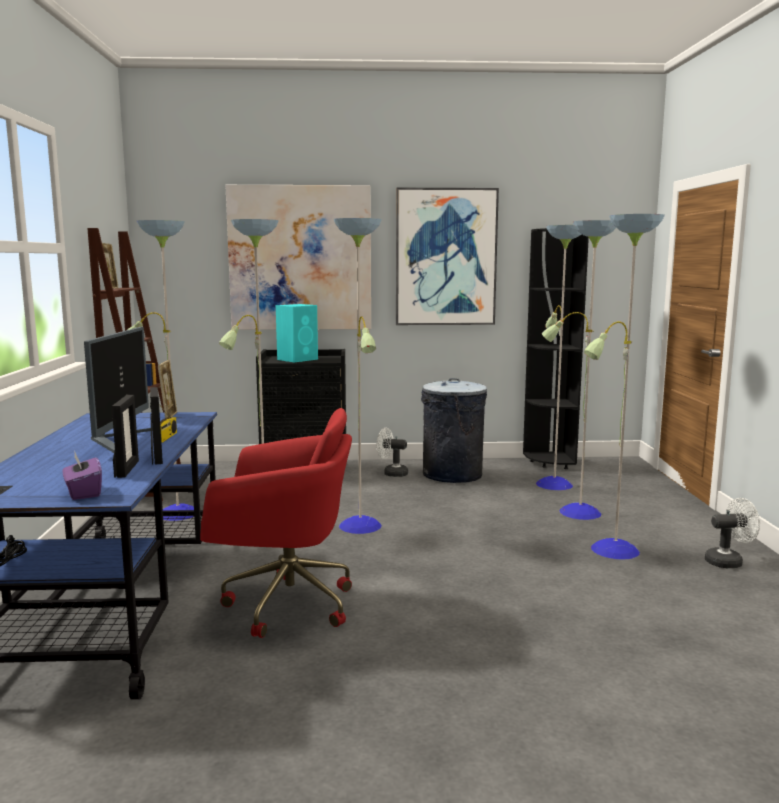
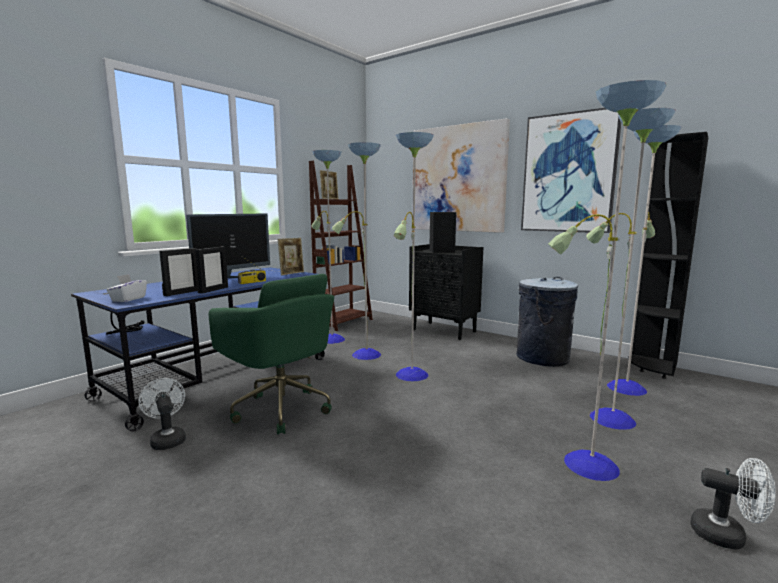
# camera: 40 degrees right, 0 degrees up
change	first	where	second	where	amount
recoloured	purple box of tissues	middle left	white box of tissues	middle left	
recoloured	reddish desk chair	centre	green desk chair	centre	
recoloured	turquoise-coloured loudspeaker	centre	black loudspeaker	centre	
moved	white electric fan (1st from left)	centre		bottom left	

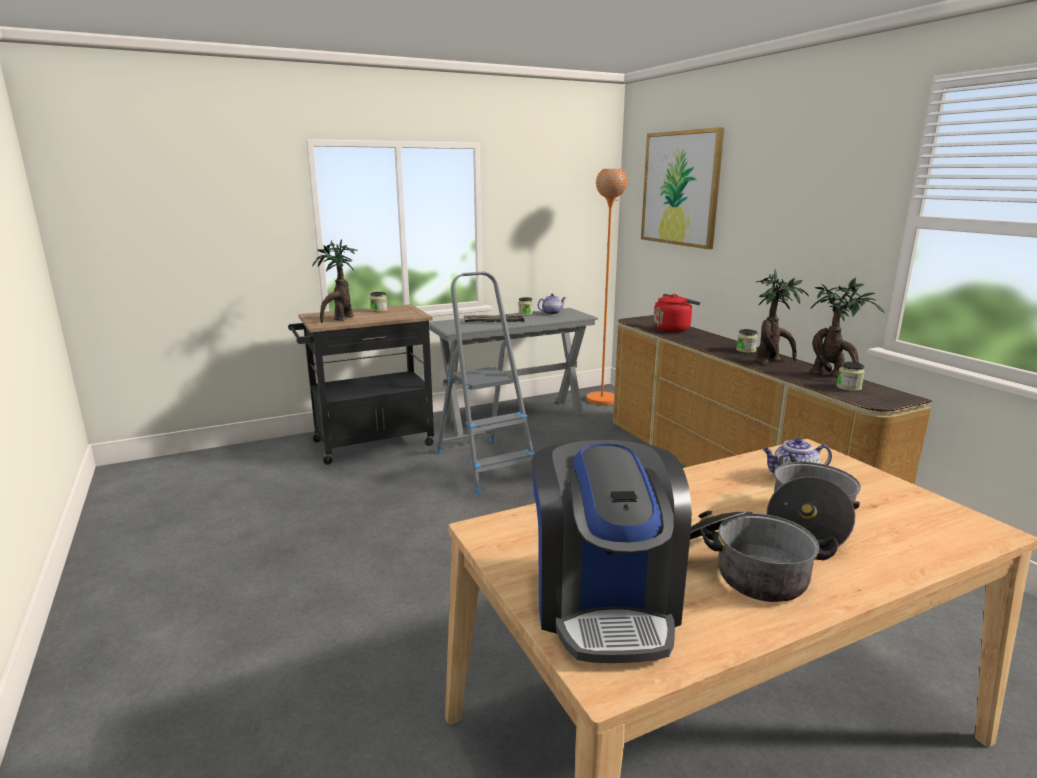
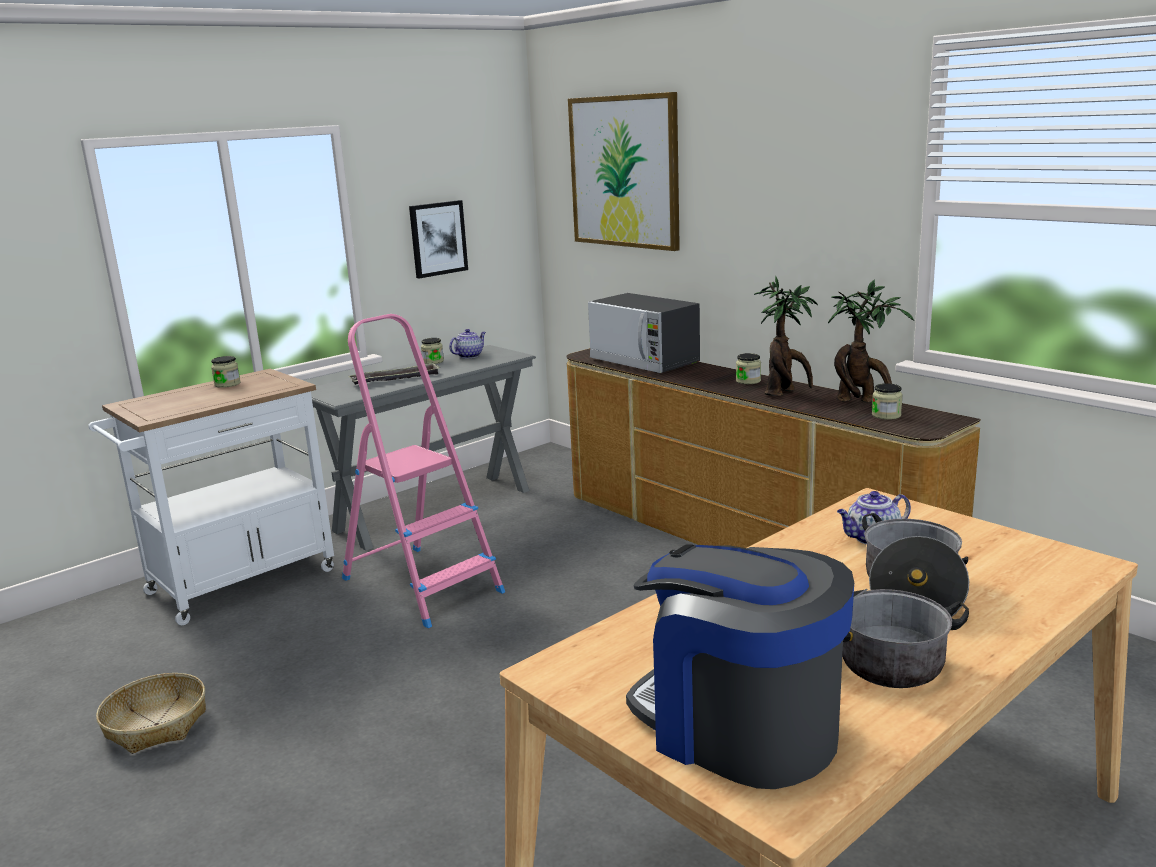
# camera: 15 degrees left, 0 degrees up
change	first	where	second	where	amount
recoloured	black cart	centre	white cart	middle left	
removed	potted plant (1st from left)	middle left			
recoloured	grey step stool	centre	pinkish step stool	centre	
turned	coffee machine	bottom centre		bottom centre	150 degrees clockwise
removed	orange standard lamp	centre			
replaced	reddish water kettle	centre	kitchen microwave	centre	
added			basket	bottom left	
added			picture (1st from left)	top centre	

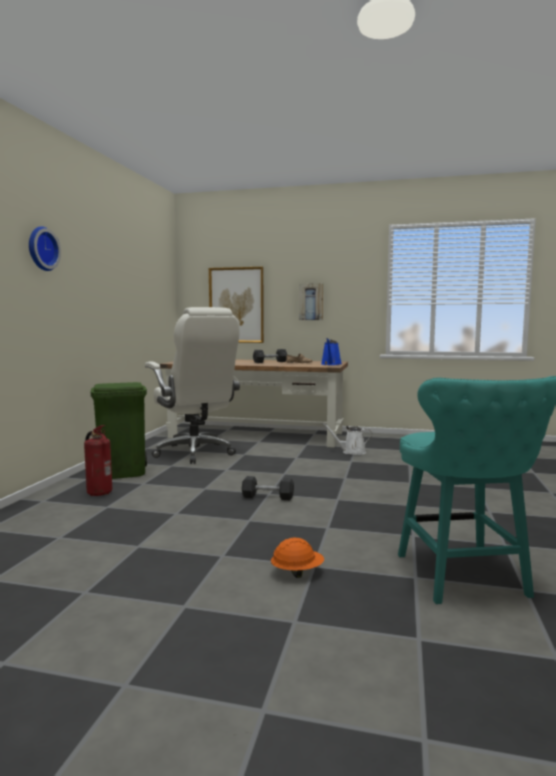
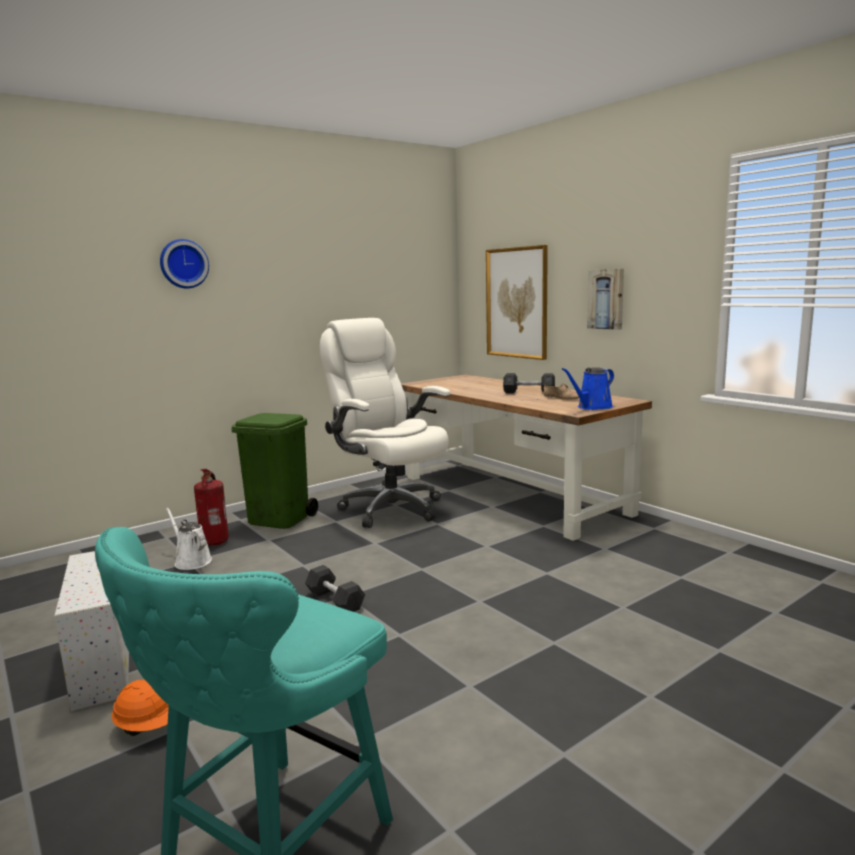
# camera: 40 degrees right, 5 degrees up
change	first	where	second	where	amount
turned	white desk chair	centre		centre	135 degrees clockwise
moved	white sprinkling can	centre		middle left	
added			white storage container	bottom left	

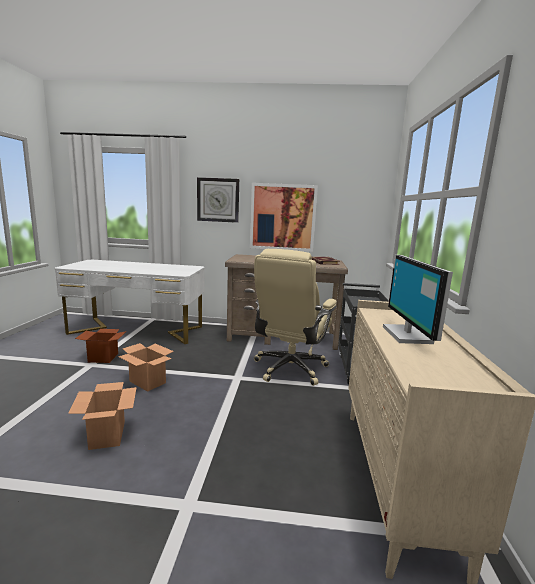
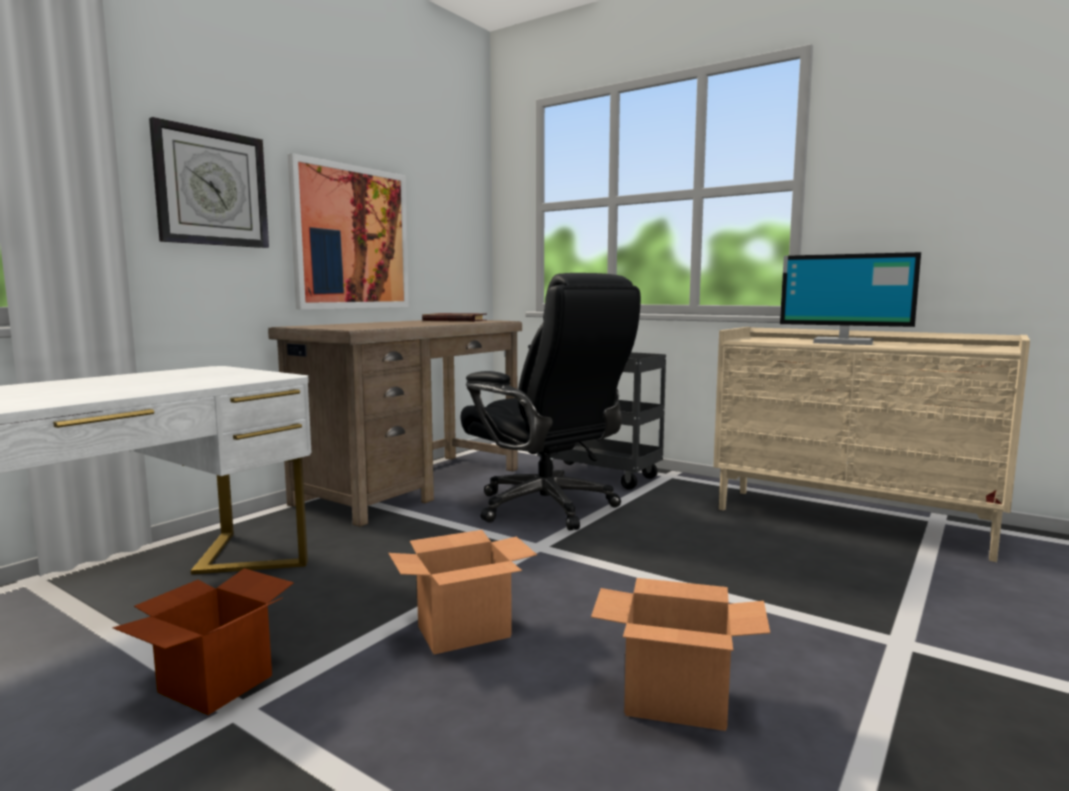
# camera: 60 degrees left, 5 degrees down
change	first	where	second	where	amount
recoloured	beige-coloured desk chair	centre	black desk chair	centre	

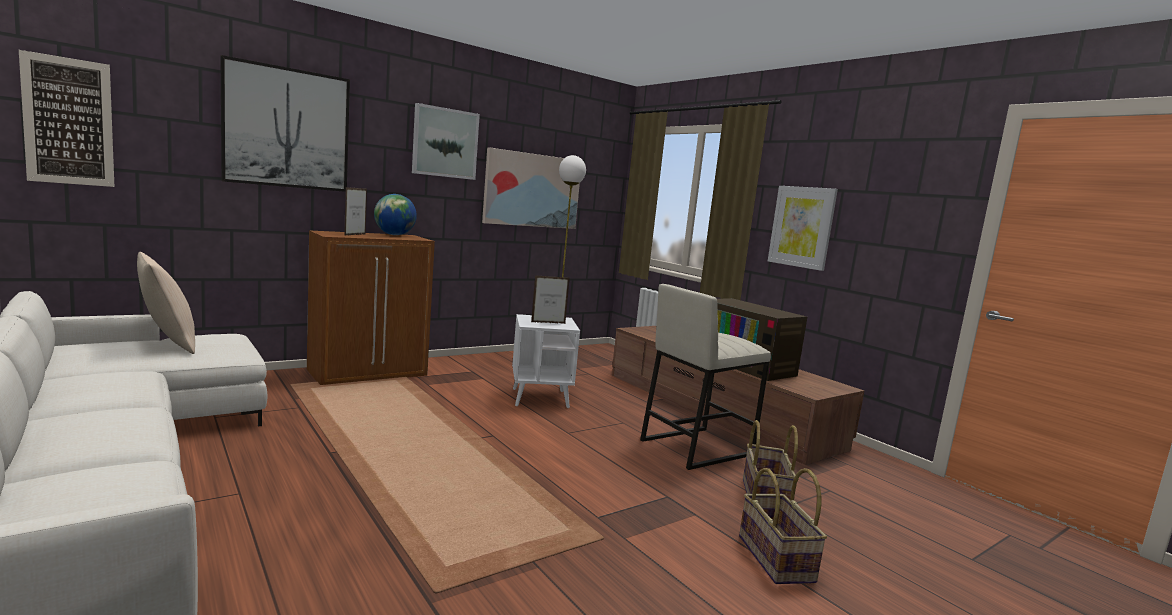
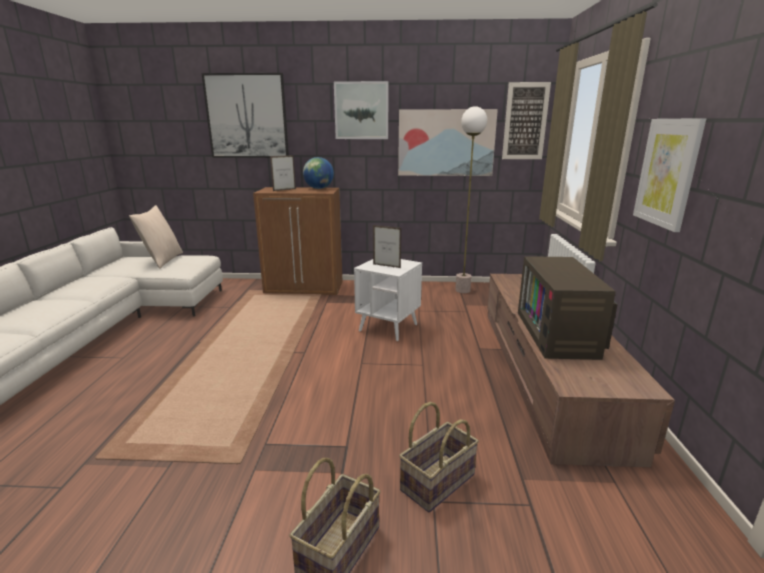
# camera: 40 degrees right, 10 degrees up
change	first	where	second	where	amount
moved	picture (1st from left in the first image)	top left	picture (4th from left)	top right	
removed	beige-coloured stool seat	centre			

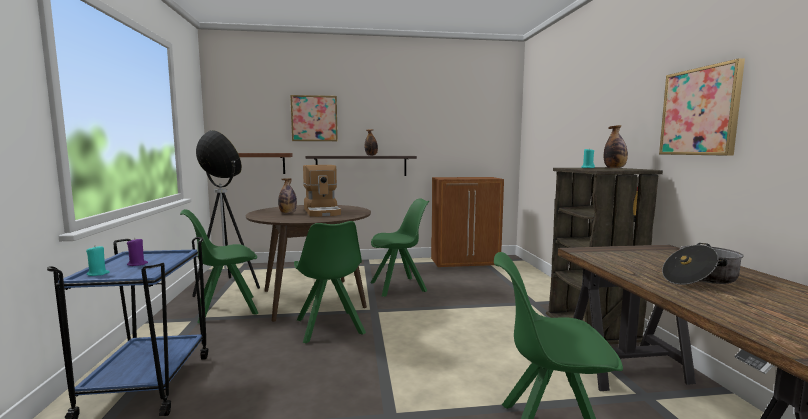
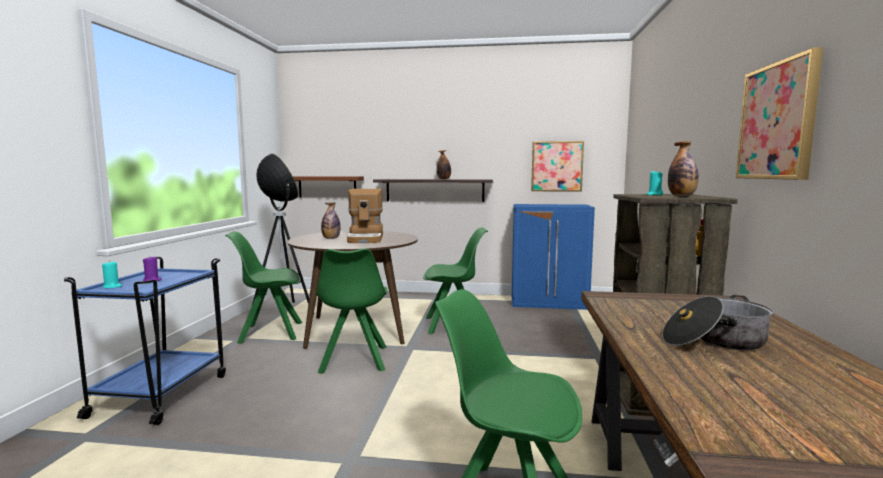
# camera: 15 degrees right, 0 degrees up
change	first	where	second	where	amount
moved	picture (1st from left)	top centre		centre	
recoloured	brown-coloured cupboard	centre	blue-coloured cupboard	centre	

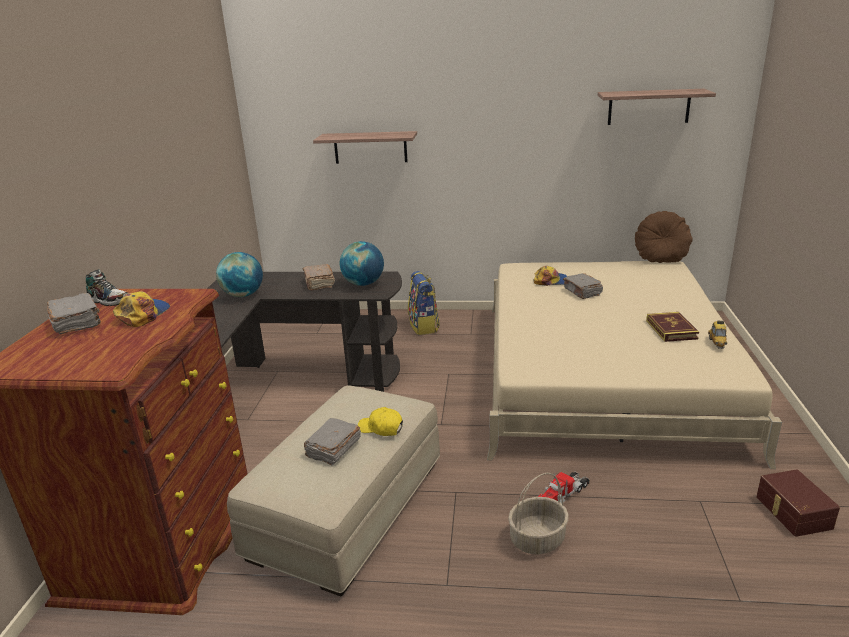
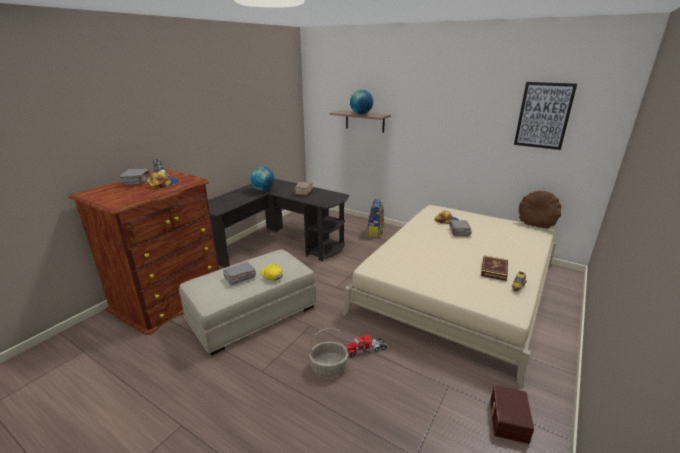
# camera: 25 degrees right, 0 degrees up
change	first	where	second	where	amount
moved	desk globe (2nd from left)	centre		top centre	
replaced	shelf (2nd from left)	top right	picture	top right	

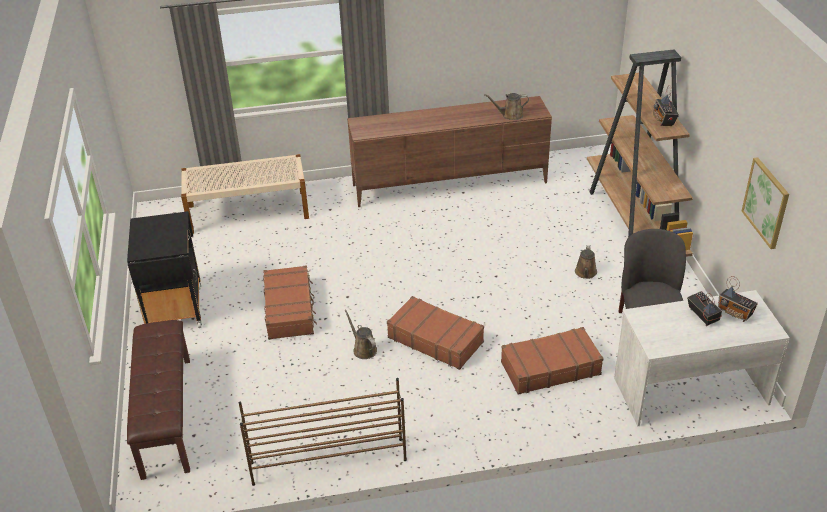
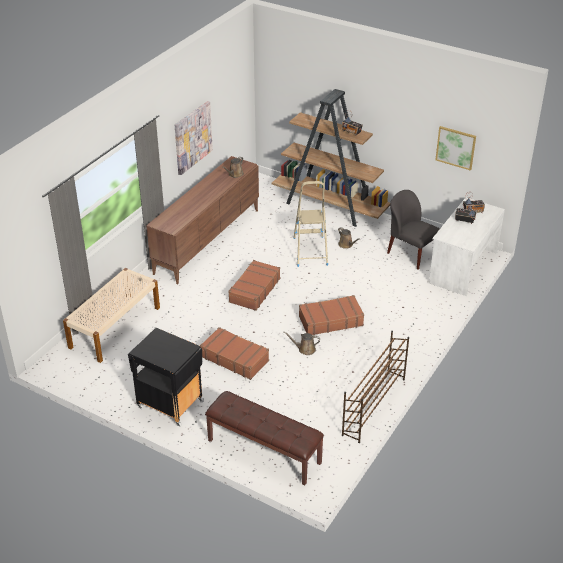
# camera: 50 degrees left, 0 degrees up
change	first	where	second	where	amount
moved	brown-coloured suitcase (3rd from left in the first image)	bottom right	brown-coloured suitcase (2nd from left)	centre	
added			picture (1st from left)	top centre	
added			beige-coloured step stool	centre	

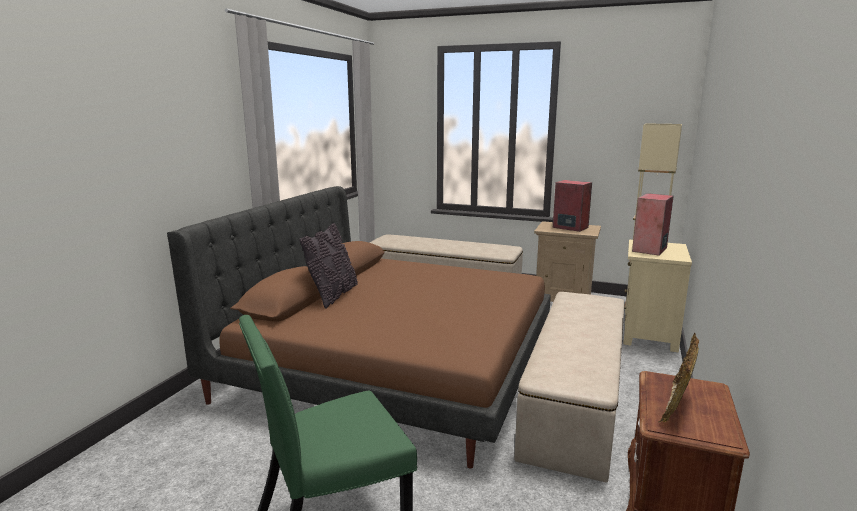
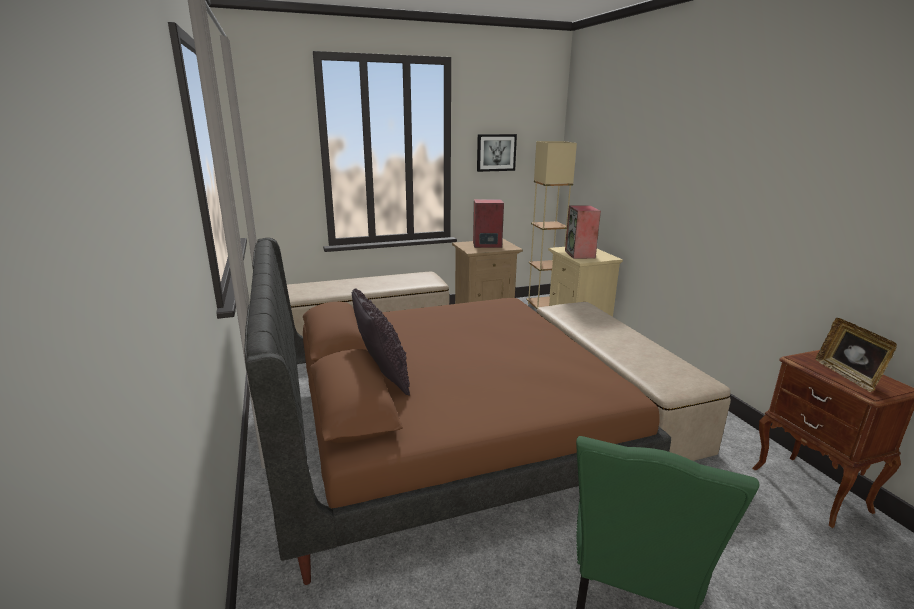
# camera: 40 degrees left, 5 degrees up
change	first	where	second	where	amount
added			picture	top centre	

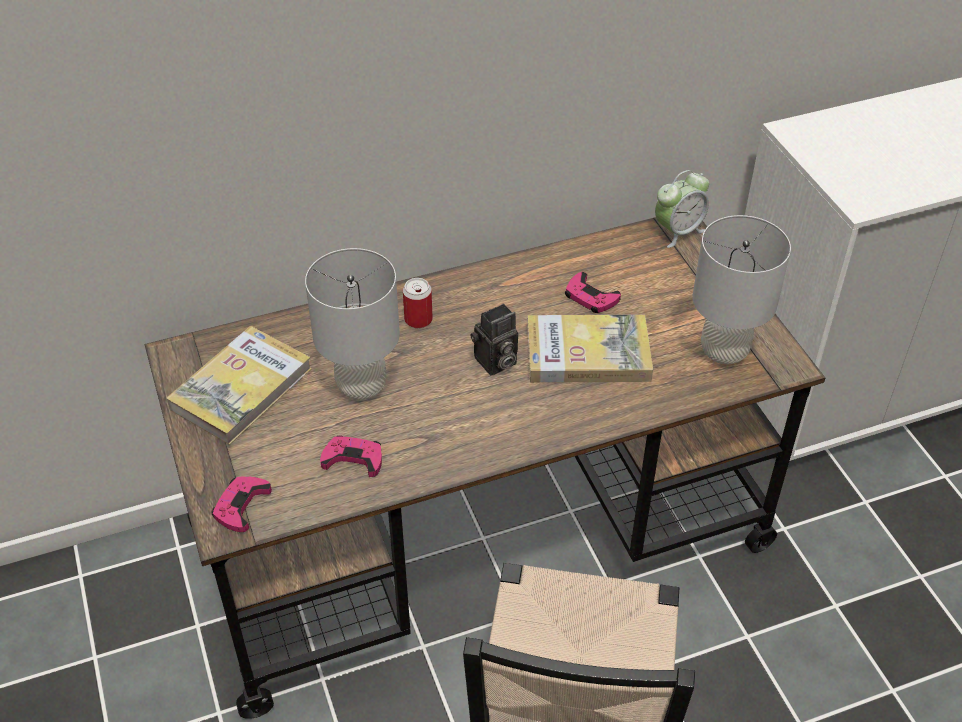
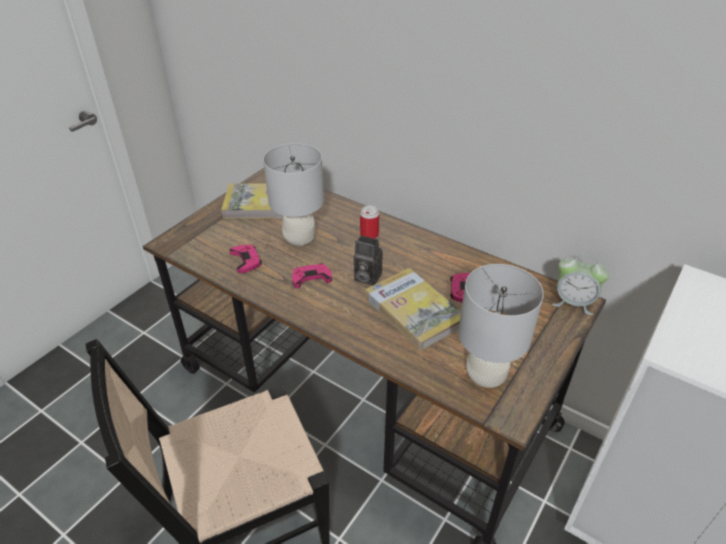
# camera: 55 degrees right, 5 degrees down
change	first	where	second	where	amount
moved	pinkish game controller (1st from left in the first image)	bottom left	pinkish game controller (2nd from left)	centre	

